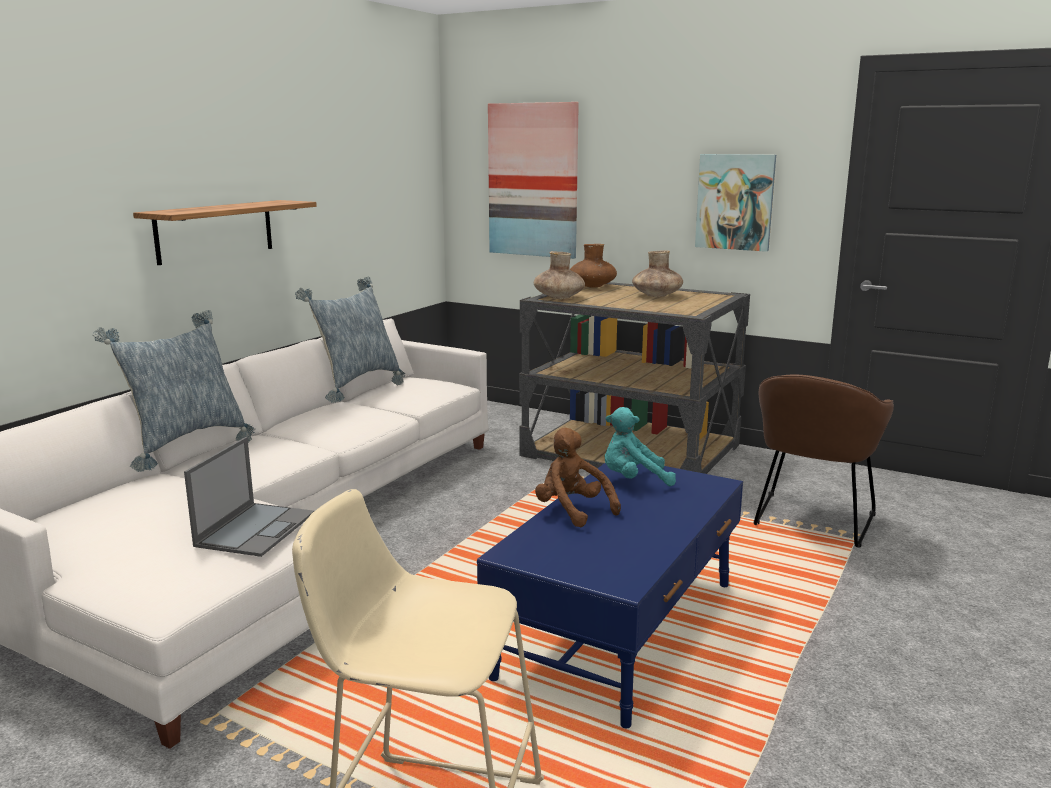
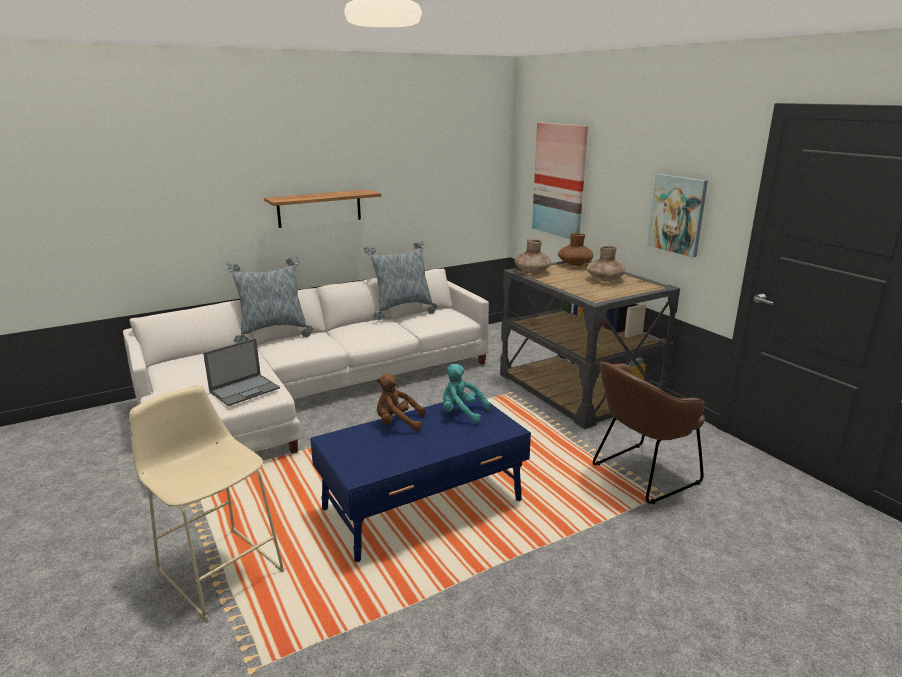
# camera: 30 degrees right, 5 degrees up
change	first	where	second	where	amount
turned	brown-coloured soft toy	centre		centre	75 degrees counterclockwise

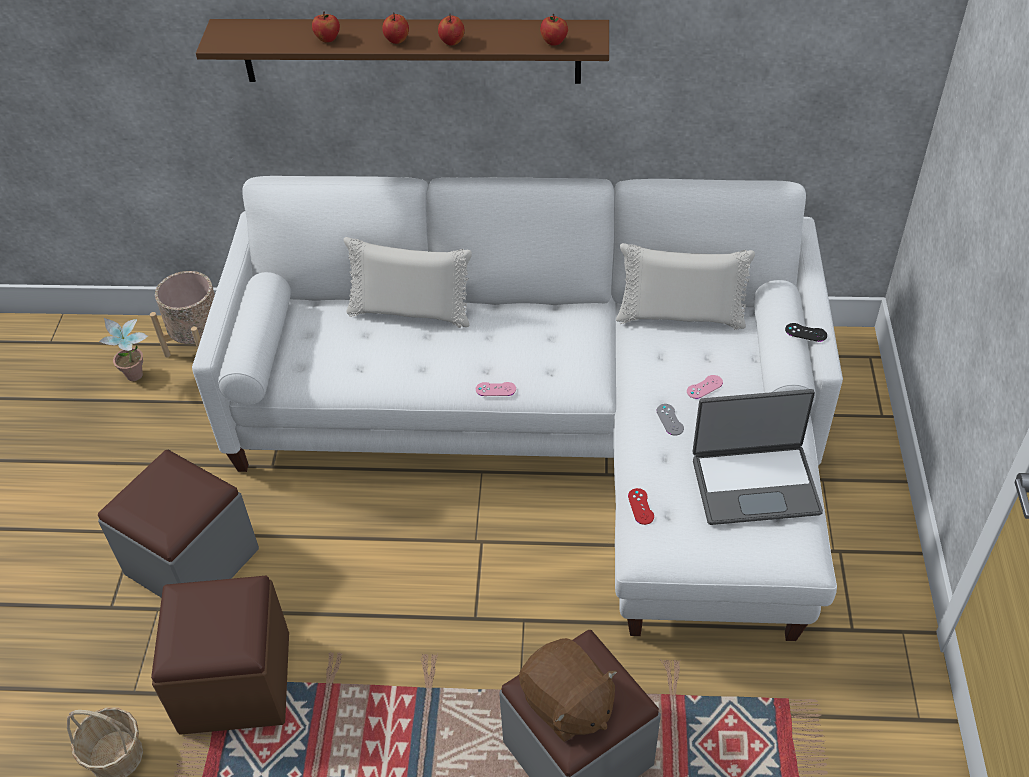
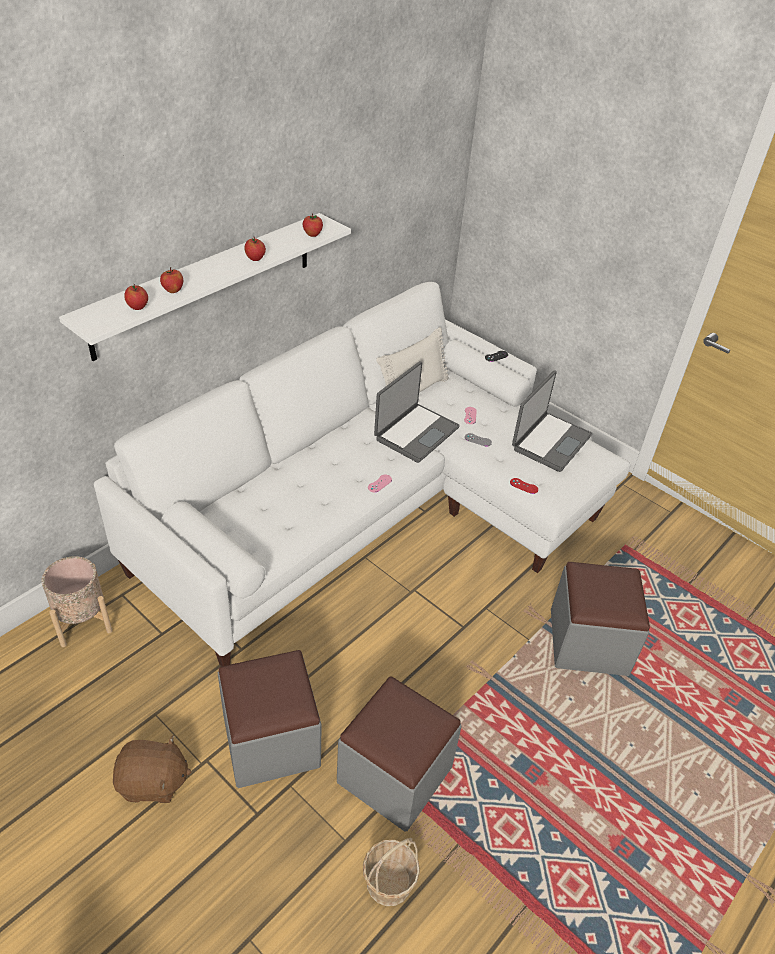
# camera: 55 degrees left, 5 degrees down
change	first	where	second	where	amount
removed	potted plant	middle left			
recoloured	brown-coloured pouffe	bottom left	grey pouffe (2nd from left)	bottom centre	
recoloured	brown-coloured shelf	top centre	white shelf	top left	
removed	white pillow (1st from left)	centre			
moved	apple fruit (2nd from left in the first image)	top centre	apple fruit (1st from left)	top left	
moved	brown-coloured soft toy	bottom centre		bottom left	
added			notebook computer (1st from left)	centre	

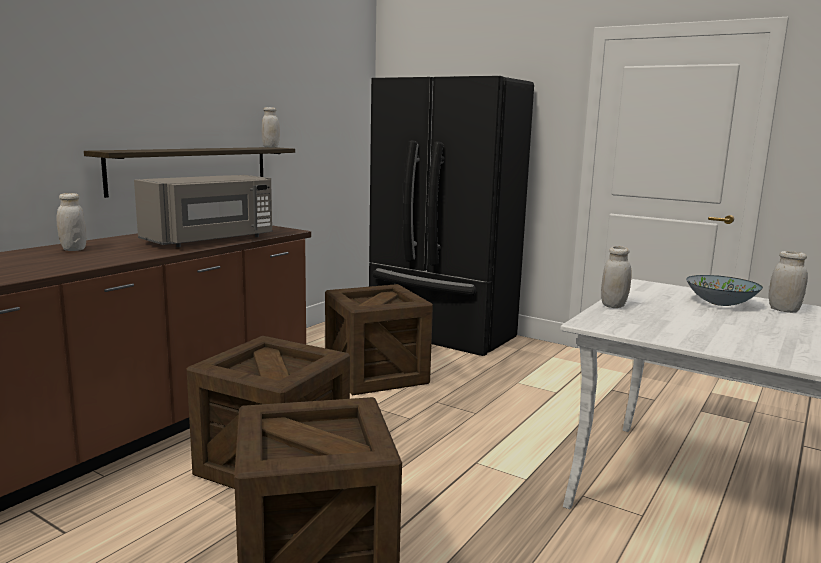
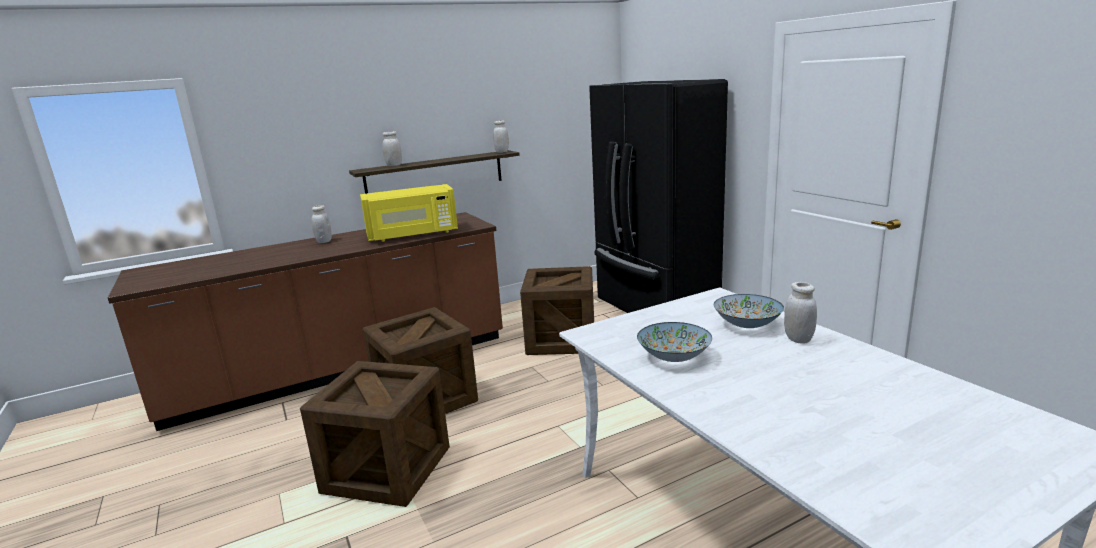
# camera: 30 degrees right, 5 degrees up
change	first	where	second	where	amount
recoloured	grey kitchen microwave	middle left	yellow-coloured kitchen microwave	centre	
moved	white preserve jar (3rd from left in the first image)	middle right	white preserve jar (2nd from left)	top centre	
added			deep dish (1st from left)	centre	

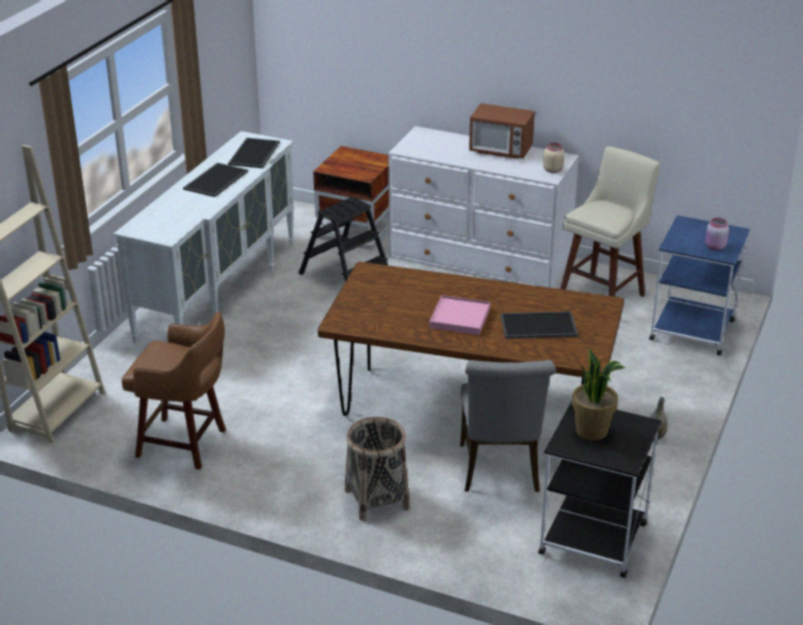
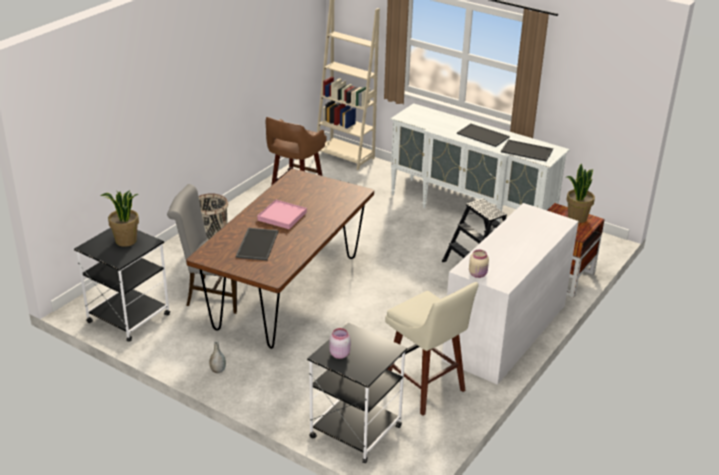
# camera: 100 degrees right, 0 degrees up
change	first	where	second	where	amount
removed	kitchen microwave	top centre			
recoloured	blue-coloured cart	middle right	black cart (2nd from left)	bottom centre	
added			potted plant (2nd from left)	middle right	

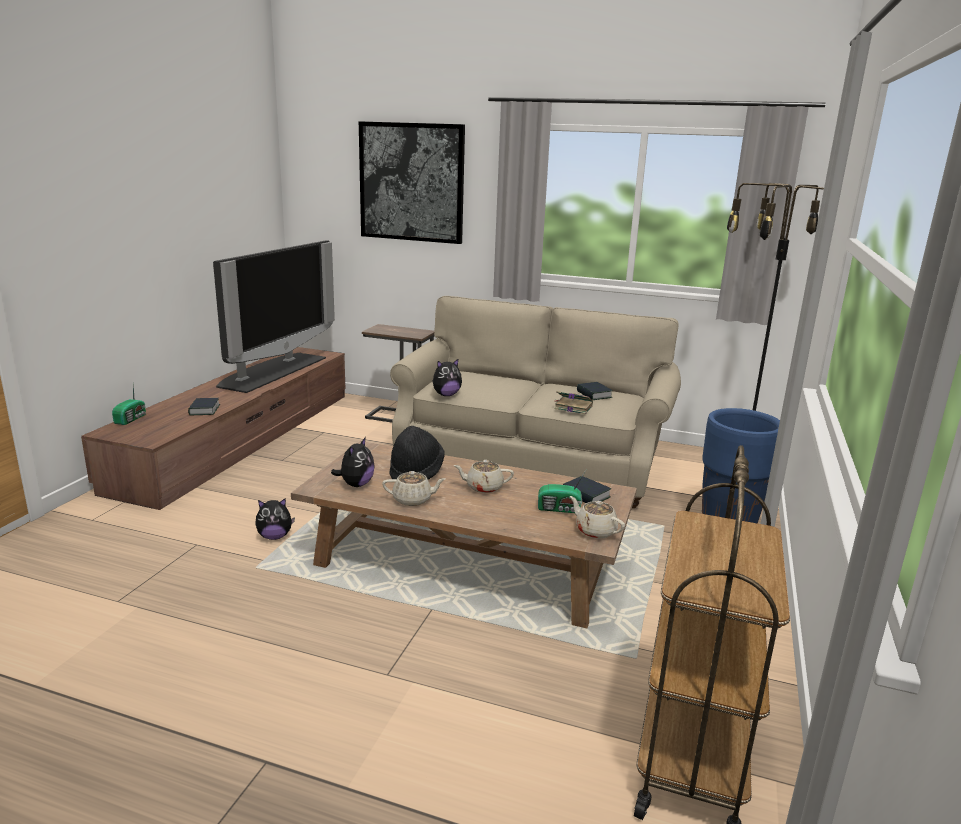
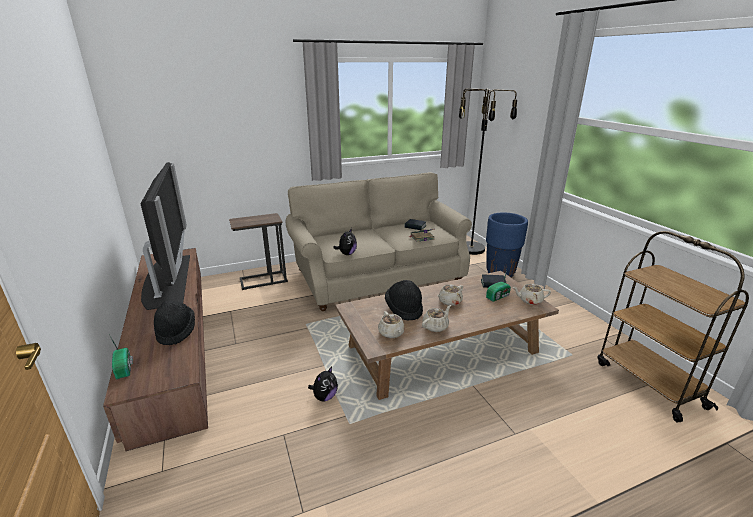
# camera: 40 degrees left, 5 degrees up
change	first	where	second	where	amount
replaced	volume (1st from left)	middle left	black clothing hat (1st from left)	middle left	
replaced	soft toy (2nd from left)	centre	beige-coloured tea pot (1st from left)	centre	
removed	picture	top centre			

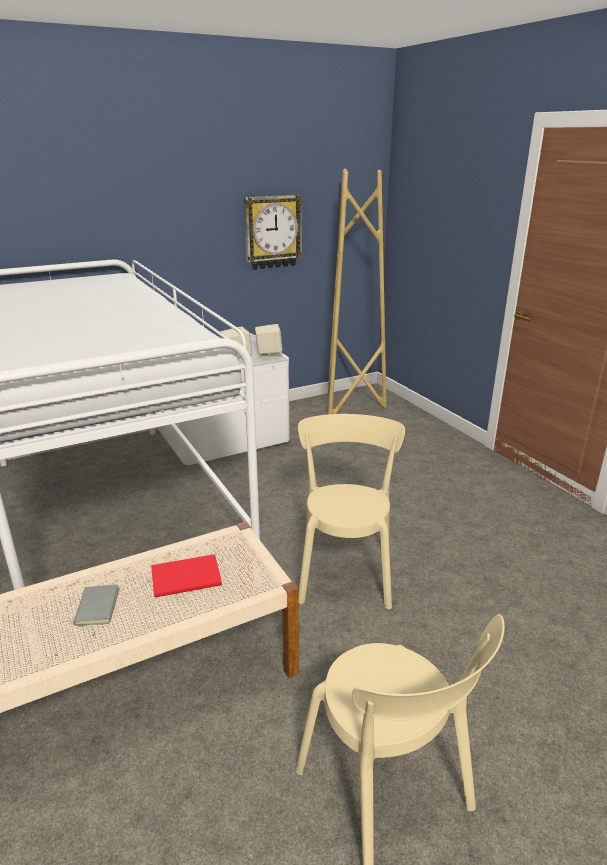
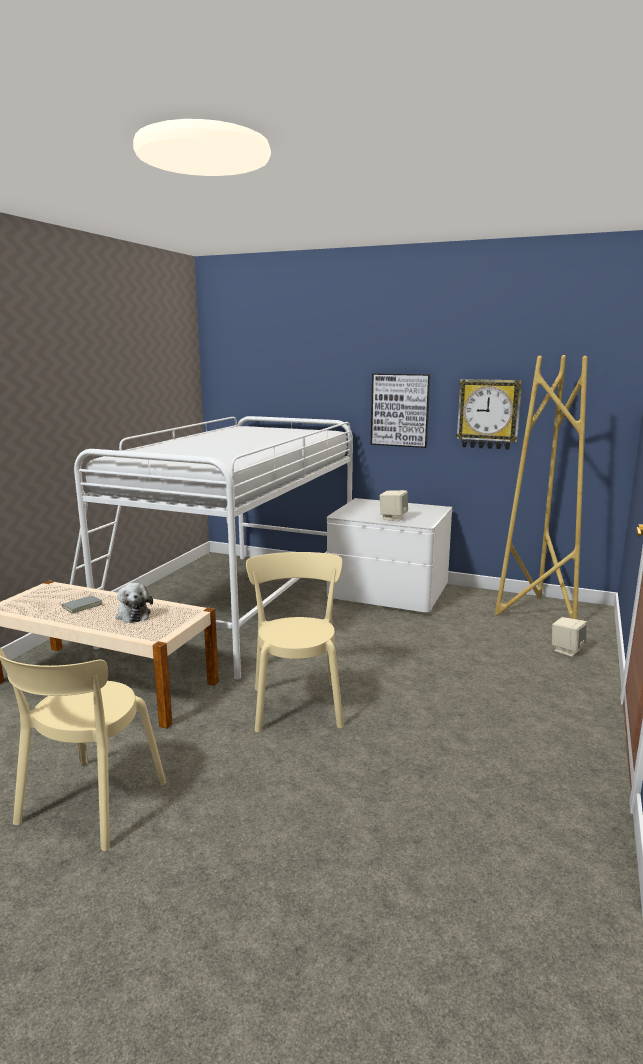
# camera: 50 degrees right, 10 degrees down
change	first	where	second	where	amount
replaced	reddish volume	middle left	soft toy	middle left	
moved	beige-coloured loudspeaker (2nd from left)	centre		middle right	
turned	beige-coloured plain chair (1st from left in the first image)	centre	beige-coloured plain chair (2nd from left)	centre	60 degrees counterclockwise
added			picture	centre	

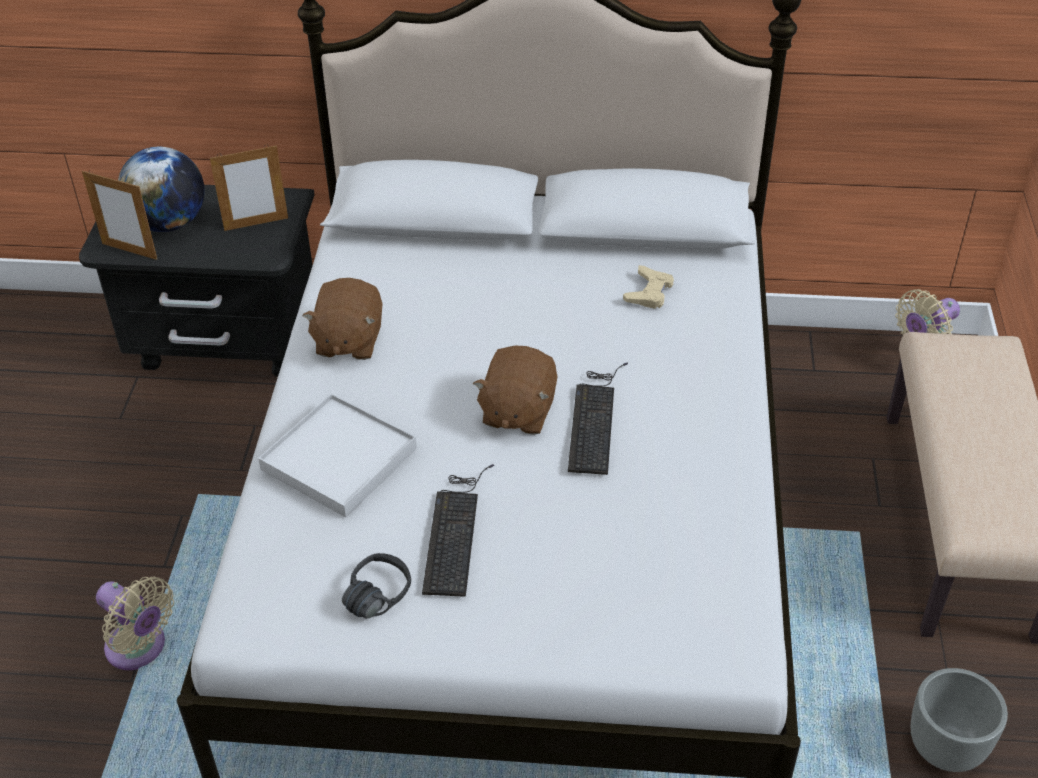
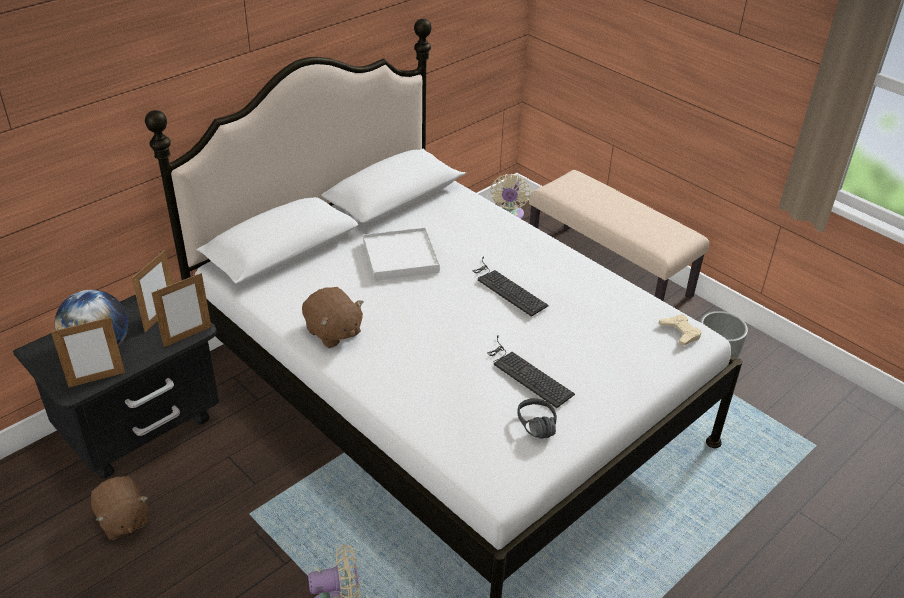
# camera: 50 degrees left, 5 degrees down
change	first	where	second	where	amount
moved	white tray	middle left		centre	
moved	brown-coloured soft toy (2nd from left in the first image)	centre	brown-coloured soft toy (1st from left)	bottom left	
moved	beige-coloured game controller	centre		middle right	
added			photo frame (3rd from left)	middle left	

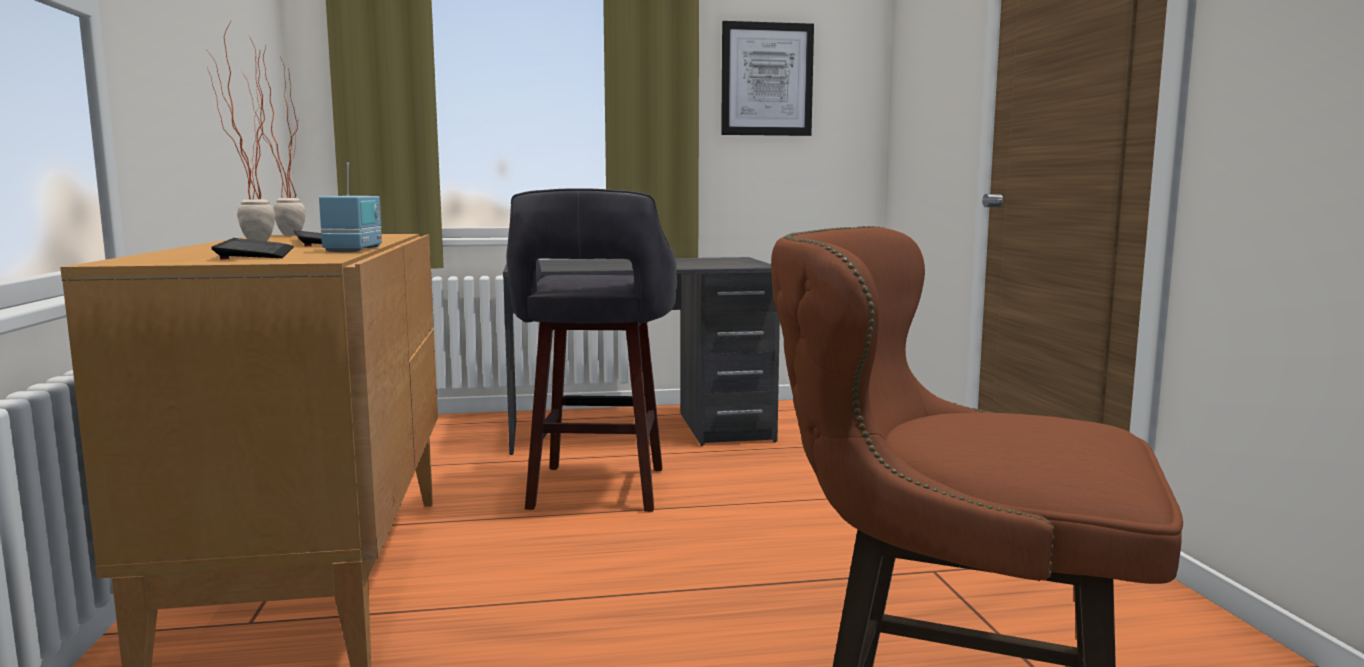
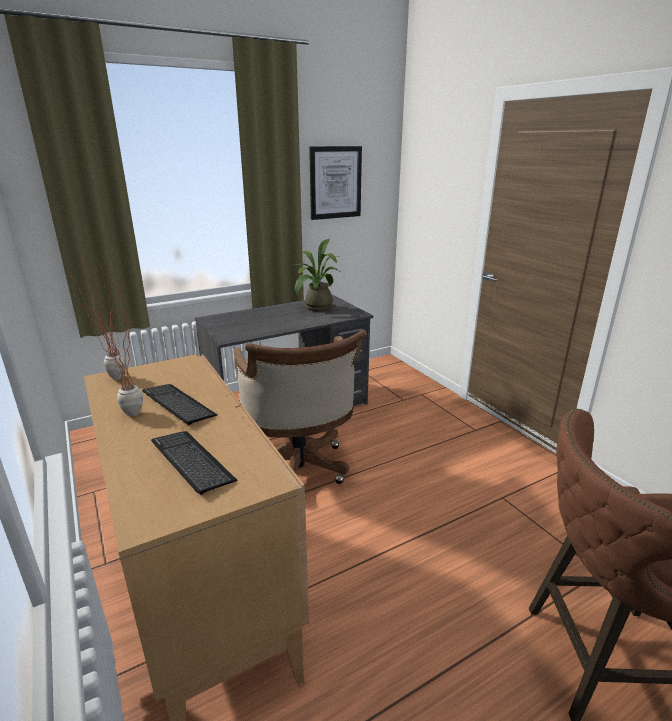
# camera: 20 degrees left, 15 degrees up
change	first	where	second	where	amount
removed	radio	top left			
replaced	grey stool seat	centre	desk chair	centre	
added			potted plant (3rd from left)	centre	

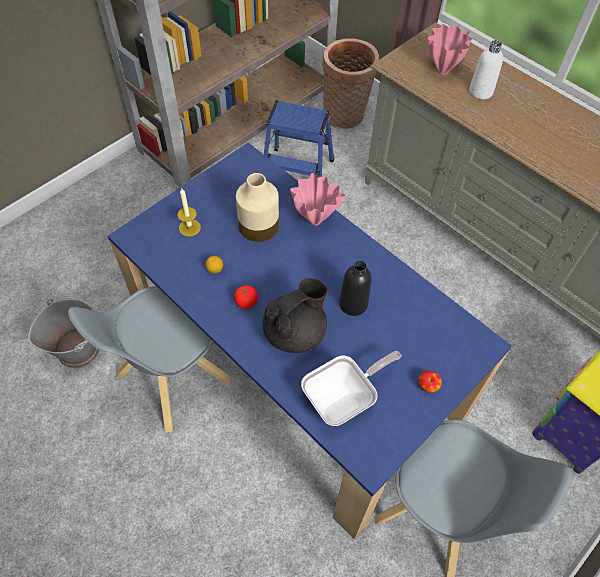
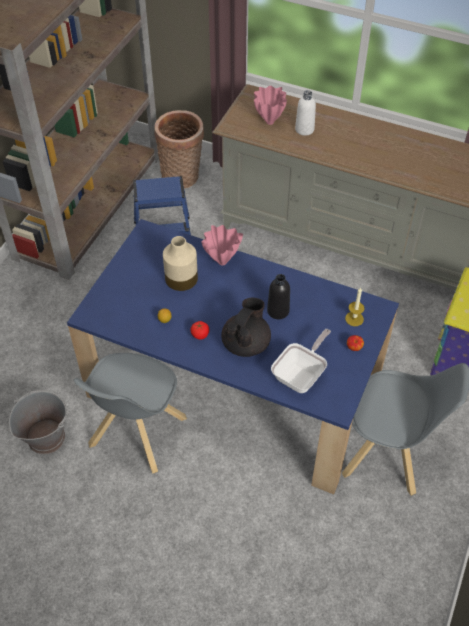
# camera: 20 degrees left, 5 degrees down
change	first	where	second	where	amount
moved	candle	middle left		middle right	

